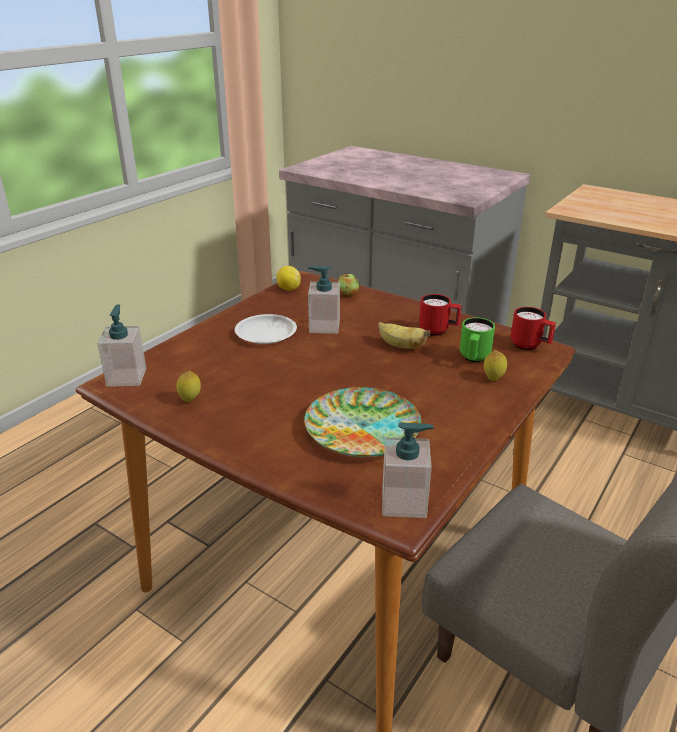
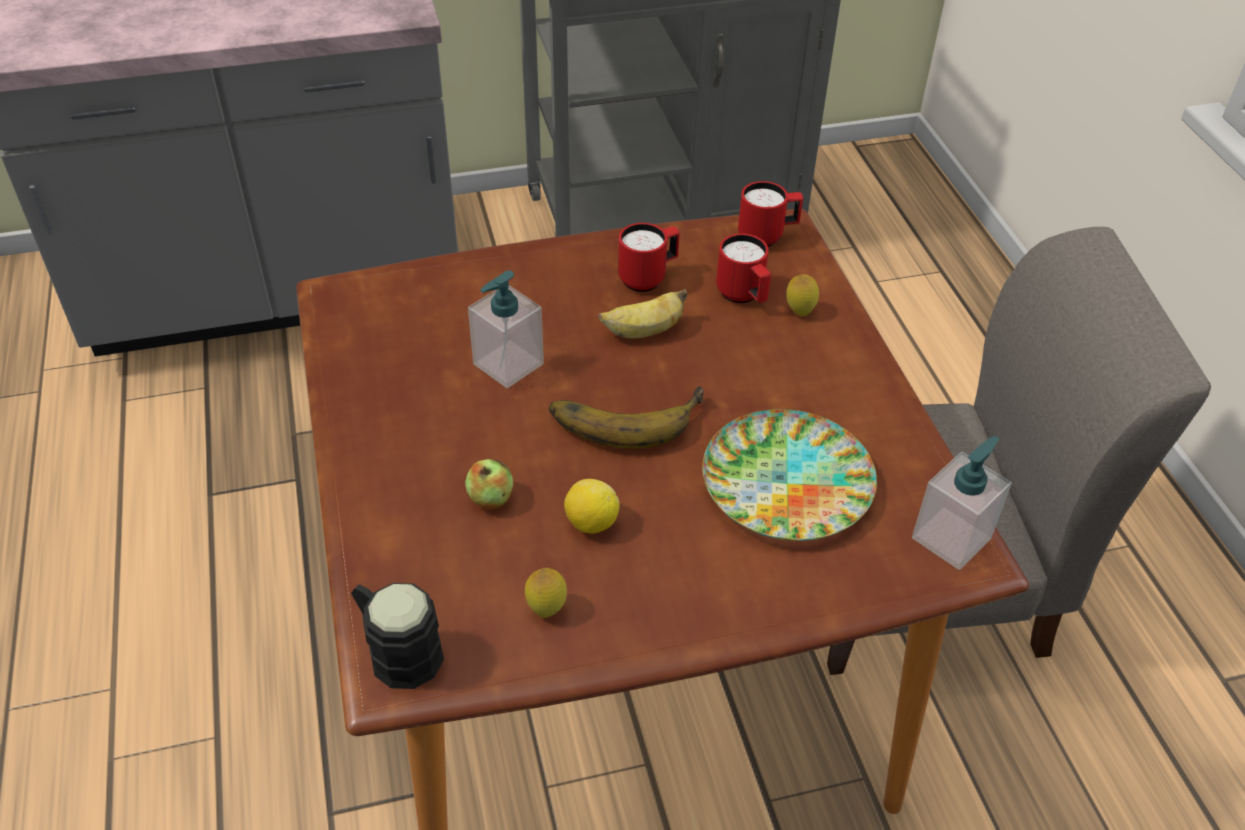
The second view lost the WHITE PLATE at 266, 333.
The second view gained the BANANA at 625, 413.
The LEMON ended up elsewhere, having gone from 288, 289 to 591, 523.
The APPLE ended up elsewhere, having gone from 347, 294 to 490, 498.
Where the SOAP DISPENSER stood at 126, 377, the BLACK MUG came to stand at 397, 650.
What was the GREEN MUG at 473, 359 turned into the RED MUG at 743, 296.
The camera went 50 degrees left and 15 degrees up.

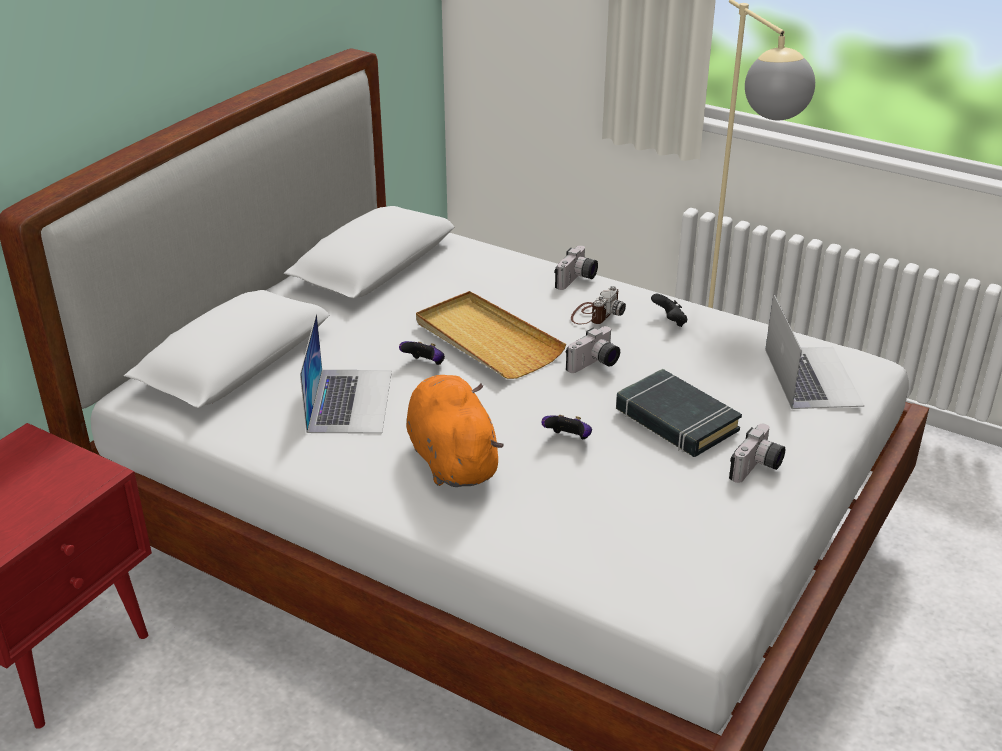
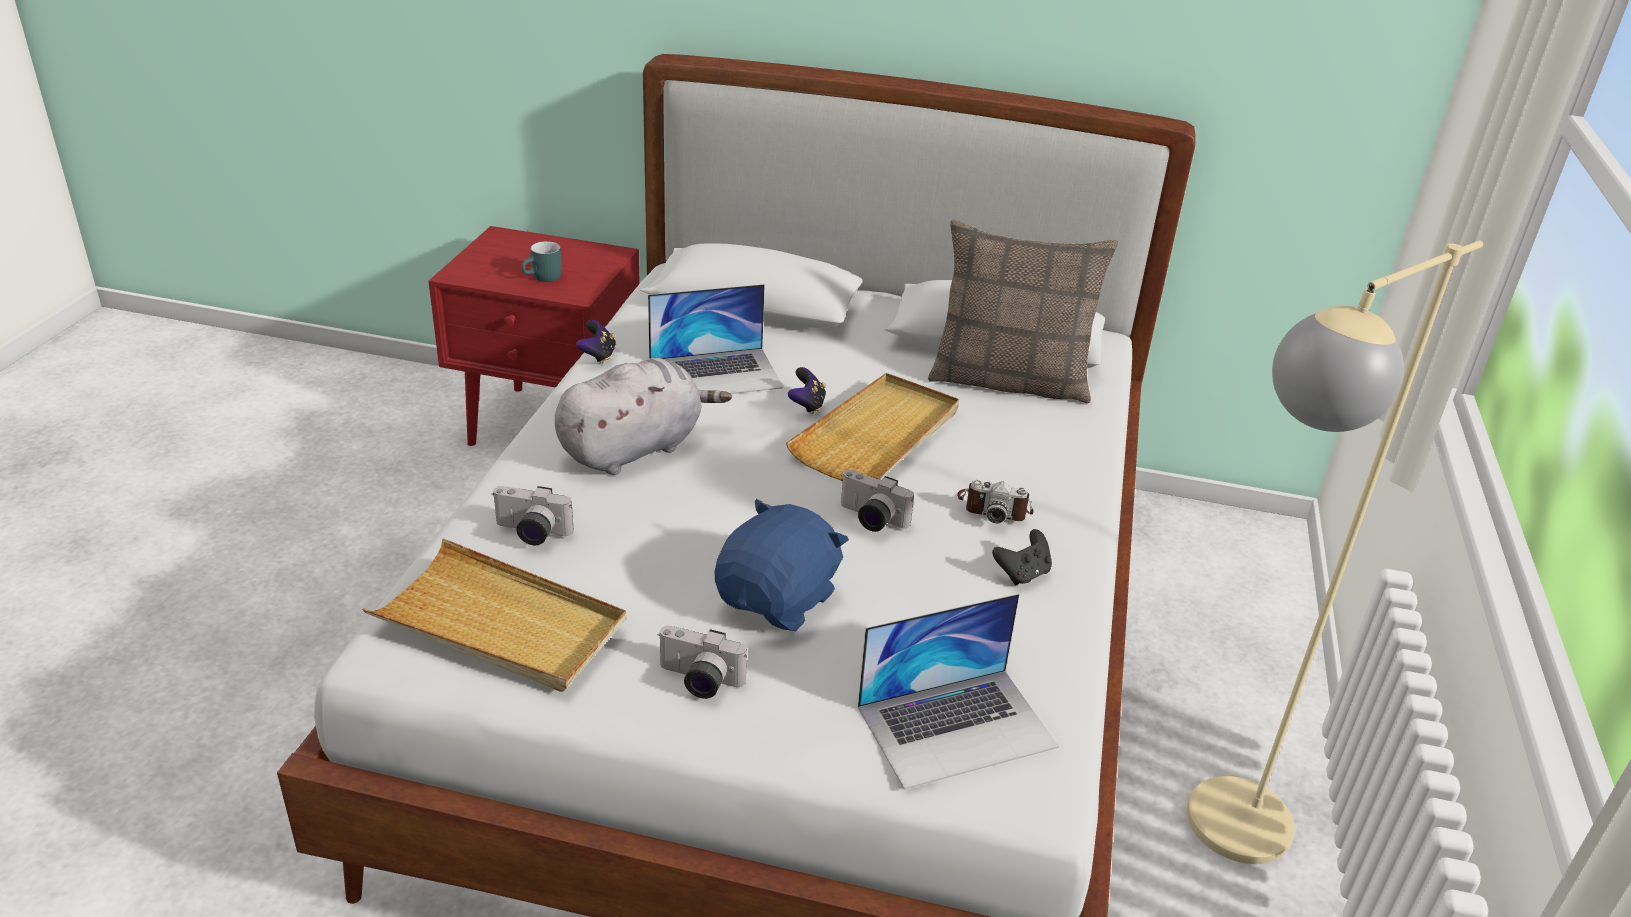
The second view gained the BEIGE TRAY at 500, 623.
The second view gained the TURQUOISE MUG at 543, 278.
The second view gained the PILLOW at 1010, 380.
The GAME CONTROLLER ended up elsewhere, having gone from 568, 439 to 598, 356.
The PHOTO CAMERA ended up elsewhere, having gone from 577, 280 to 530, 533.
Where the BLACK BOOK stood at 675, 420, the BLUE PLUSH TOY came to stand at 779, 600.
What was the ORANGE PLUSH TOY at 451, 458 turned into the GREY PLUSH TOY at 635, 448.
The camera went 70 degrees right and 0 degrees up.

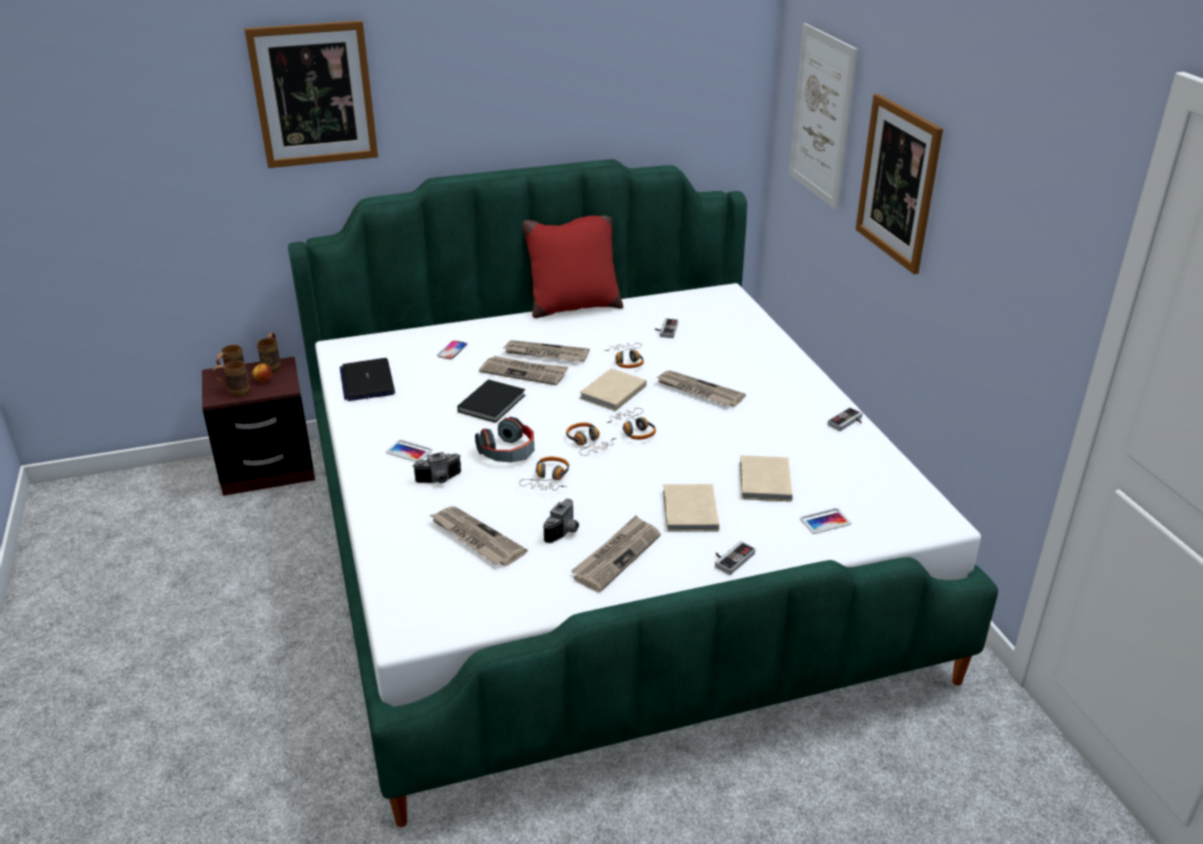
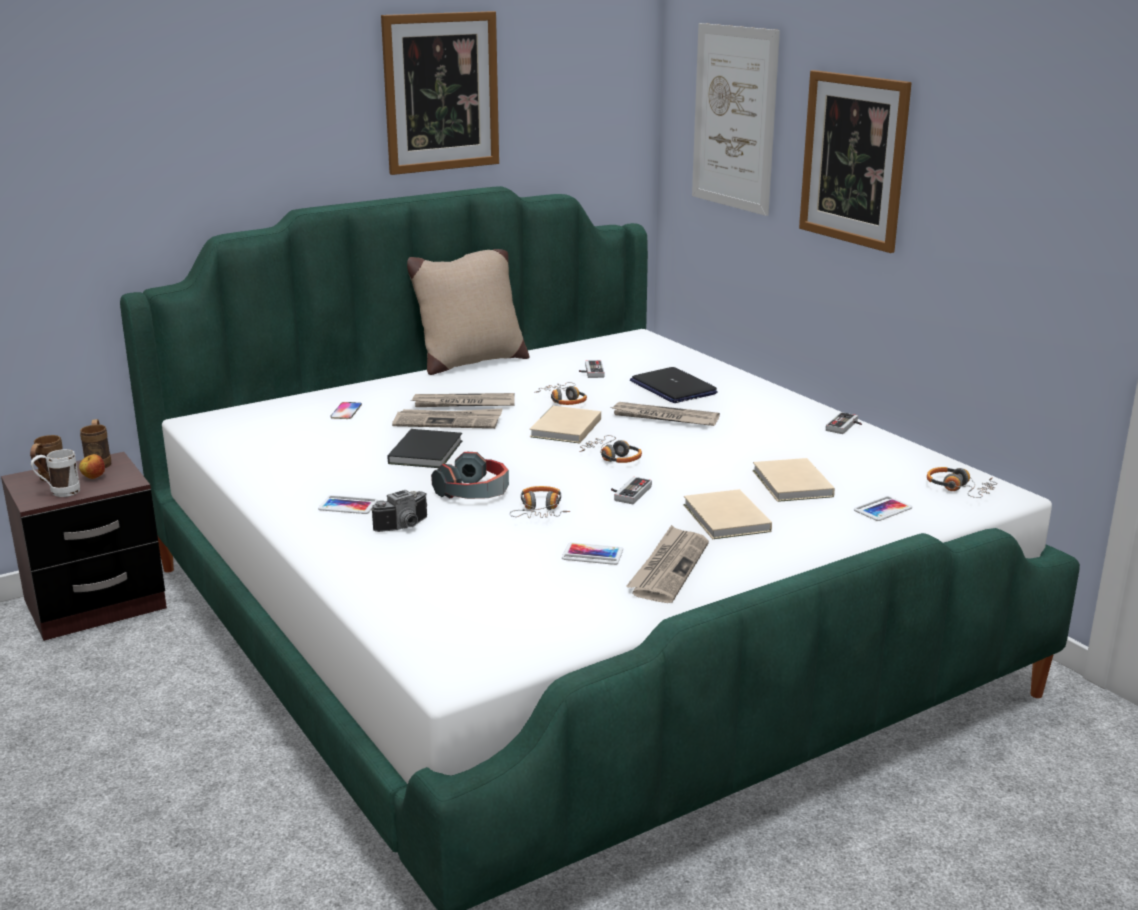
The second view lost the NEWSPAPER at 475, 538.
The PICTURE ended up elsewhere, having gone from 314, 95 to 441, 92.
The LAPTOP ended up elsewhere, having gone from 367, 381 to 672, 387.
The HEADPHONES ended up elsewhere, having gone from 588, 443 to 959, 489.
The GAME CONTROLLER ended up elsewhere, having gone from 731, 558 to 628, 492.
Where the PHOTO CAMERA stood at 565, 532, the PHONE came to stand at 592, 554.
What was the BROWN MUG at 234, 393 turned into the WHITE MUG at 59, 493.
What was the RED PILLOW at 573, 307 turned into the BEIGE PILLOW at 469, 362.
The camera went 15 degrees left and 10 degrees down.

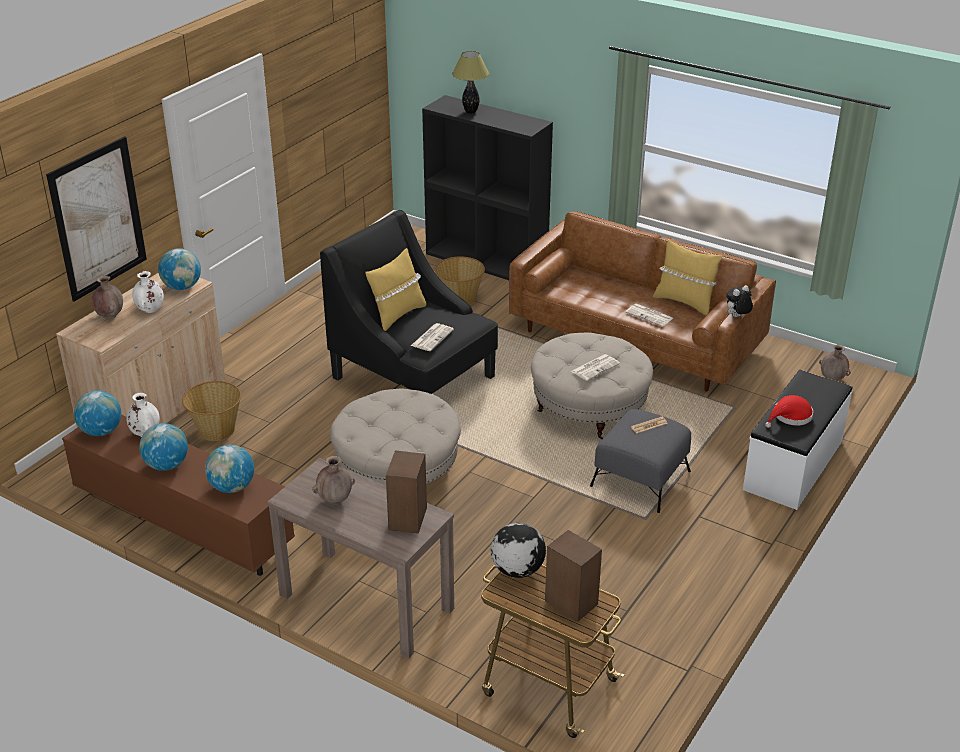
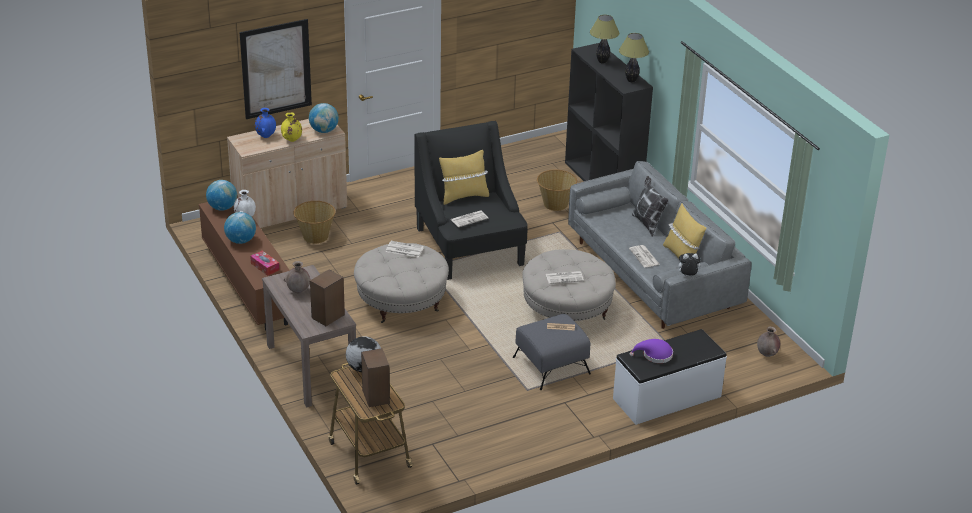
The second view gained the NEWSPAPER at 404, 249.
The second view gained the TABLE LAMP at 631, 80.
The second view gained the PILLOW at 647, 223.
Where the GLOBE stood at 232, 487, the TISSUE BOX came to stand at 265, 267.
What was the BROWN VASE at 110, 316 turned into the BLUE VASE at 266, 136.
What was the WHITE VASE at 150, 310 turned into the YELLOW VASE at 292, 140.
What was the BROWN SOFA at 636, 338 turned into the GREY SOFA at 652, 275.
What was the RED HAT at 790, 417 turned into the PURPLE HAT at 655, 355.
The camera went 30 degrees right and 0 degrees up.

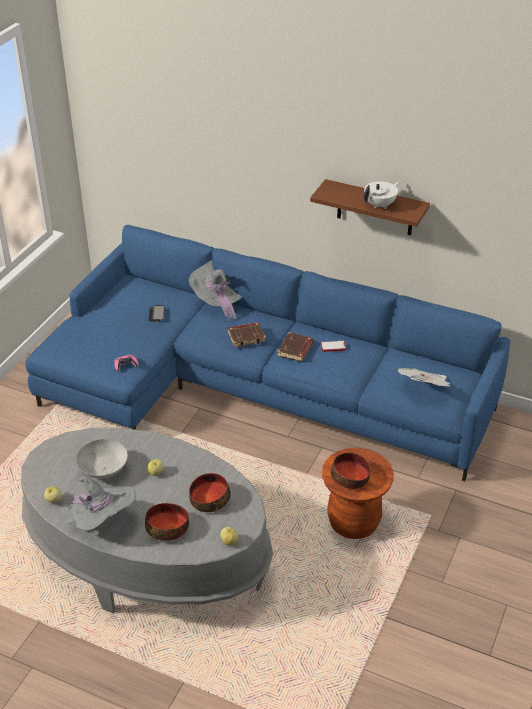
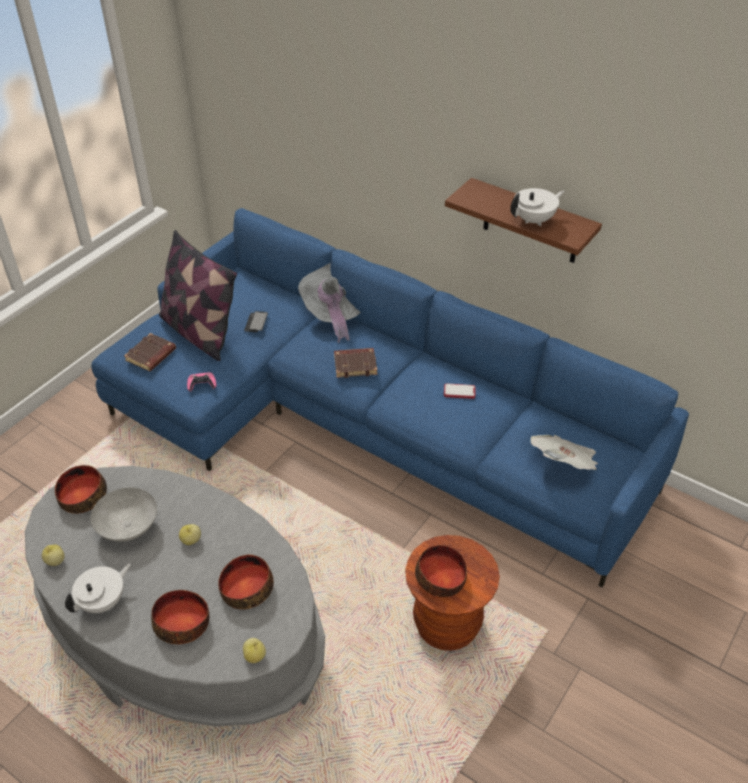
The second view gained the BOWL at 82, 496.
The second view gained the PILLOW at 199, 332.
The BROWN BOOK ended up elsewhere, having gone from 295, 350 to 151, 356.
Where the GREY HAT stood at 101, 522, the WHITE TEAPOT came to stand at 103, 601.
The camera went 10 degrees right and 5 degrees up.

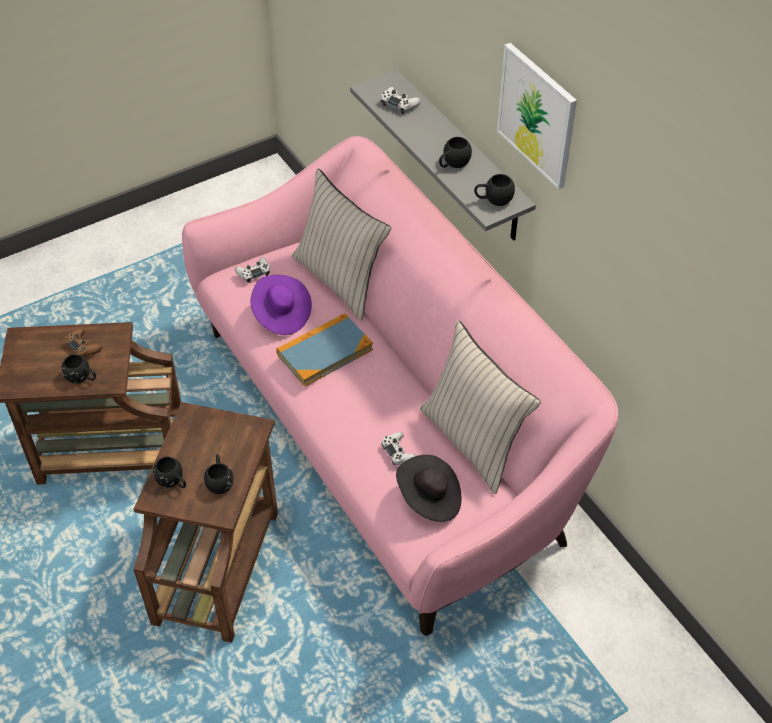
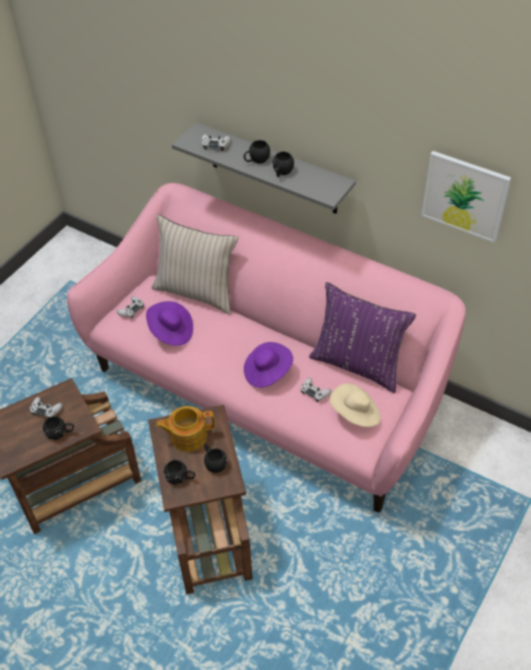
The second view lost the BOOK at 324, 352.
The second view gained the TEAPOT at 187, 436.
The second view gained the PURPLE HAT at 267, 372.
The BLACK MUG ended up elsewhere, having gone from 493, 199 to 256, 160.
The PICTURE ended up elsewhere, having gone from 537, 115 to 465, 196.
What was the BROWN GAME CONTROLLER at 83, 346 turned into the WHITE GAME CONTROLLER at 46, 410.
What was the BLACK HAT at 429, 499 turned into the BEIGE HAT at 355, 414.
What was the BEIGE PILLOW at 473, 441 turned into the PURPLE PILLOW at 358, 364.
The camera went 25 degrees left and 0 degrees up.

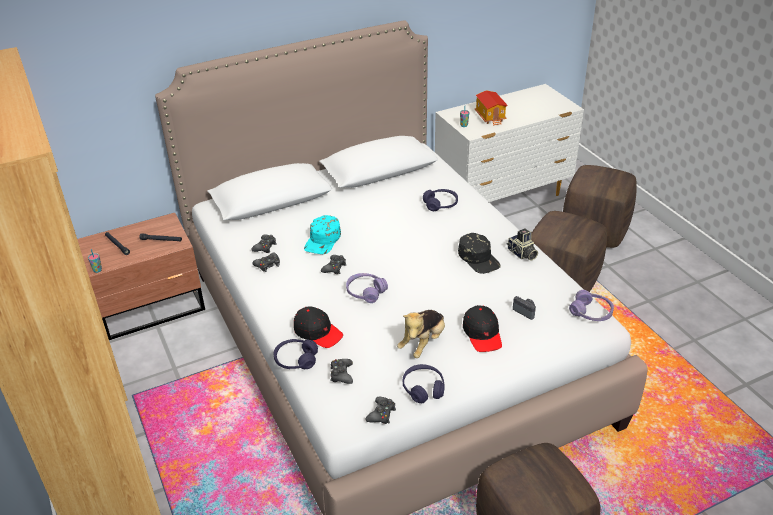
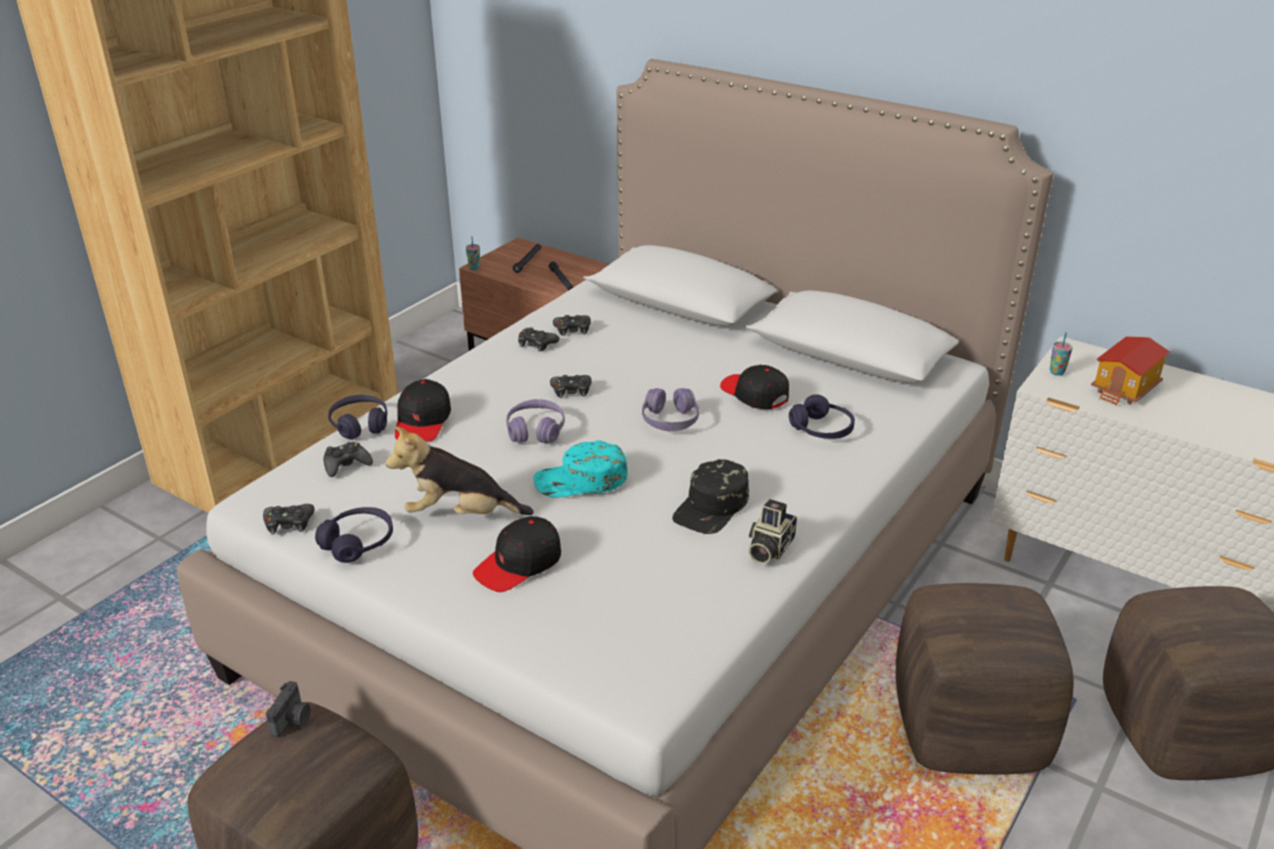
The second view gained the BLACK CAP at 754, 394.
The TURQUOISE CAP ended up elsewhere, having gone from 323, 240 to 581, 480.
The PHOTO CAMERA ended up elsewhere, having gone from 525, 311 to 293, 720.
The PURPLE HEADPHONES ended up elsewhere, having gone from 591, 312 to 670, 420.
The camera went 60 degrees right and 5 degrees down.

